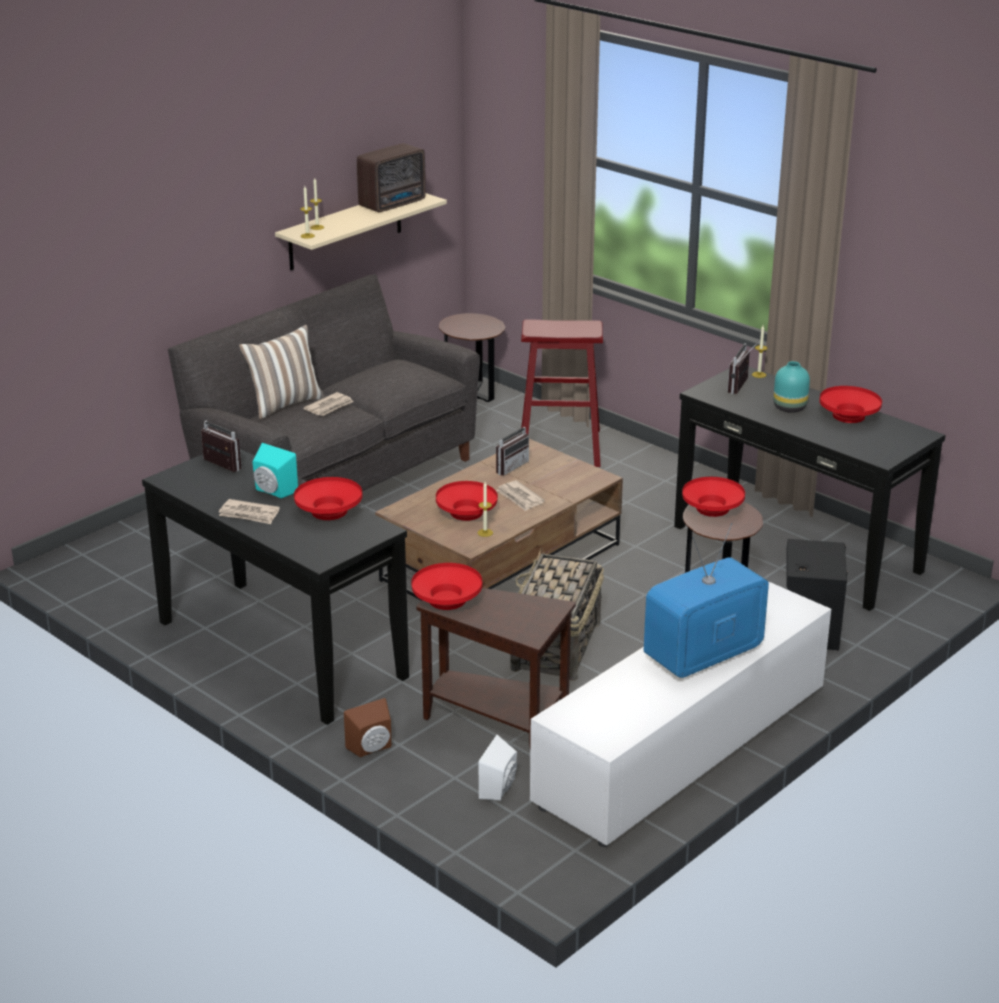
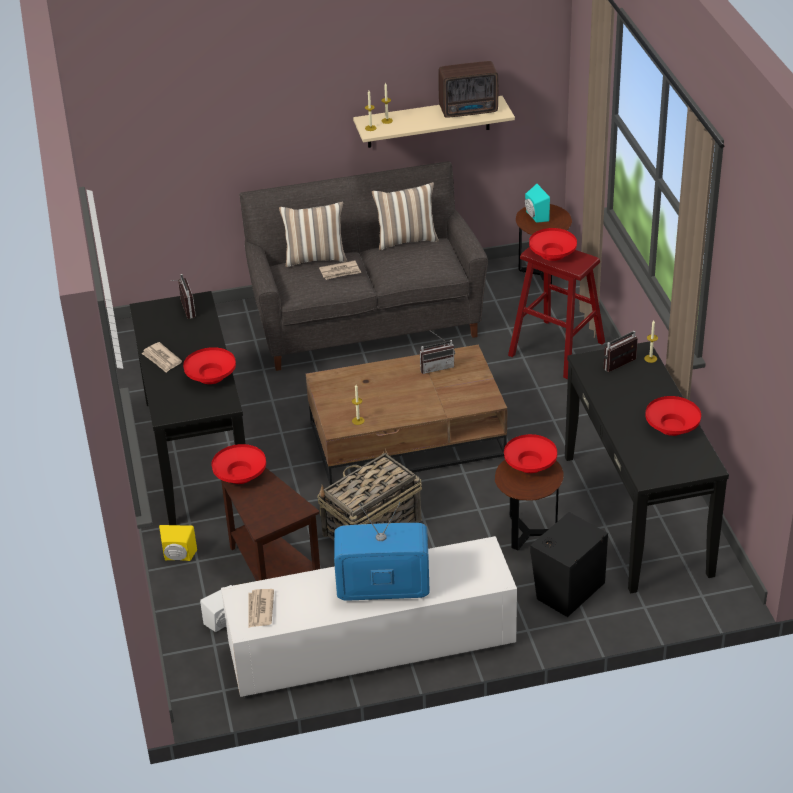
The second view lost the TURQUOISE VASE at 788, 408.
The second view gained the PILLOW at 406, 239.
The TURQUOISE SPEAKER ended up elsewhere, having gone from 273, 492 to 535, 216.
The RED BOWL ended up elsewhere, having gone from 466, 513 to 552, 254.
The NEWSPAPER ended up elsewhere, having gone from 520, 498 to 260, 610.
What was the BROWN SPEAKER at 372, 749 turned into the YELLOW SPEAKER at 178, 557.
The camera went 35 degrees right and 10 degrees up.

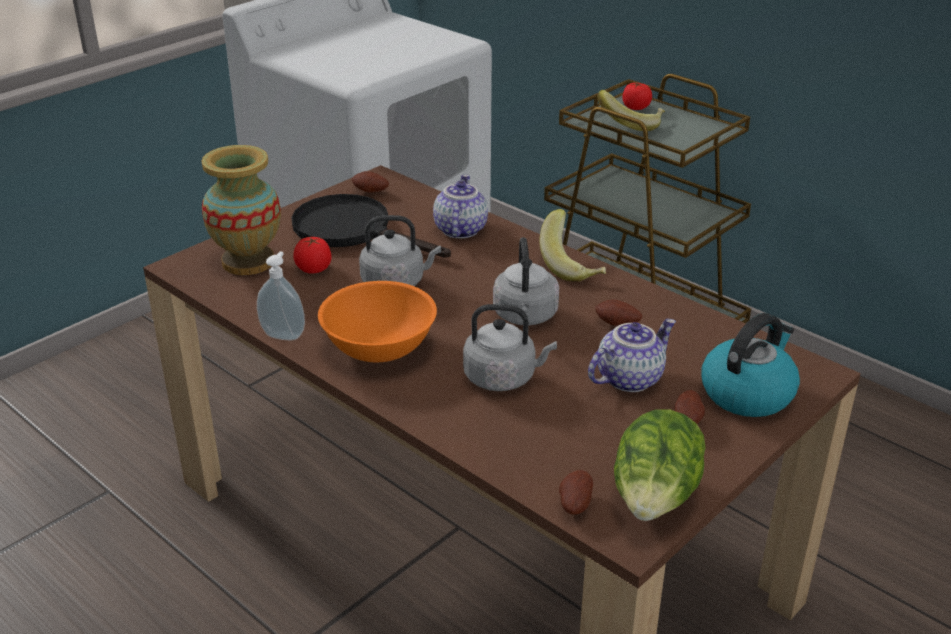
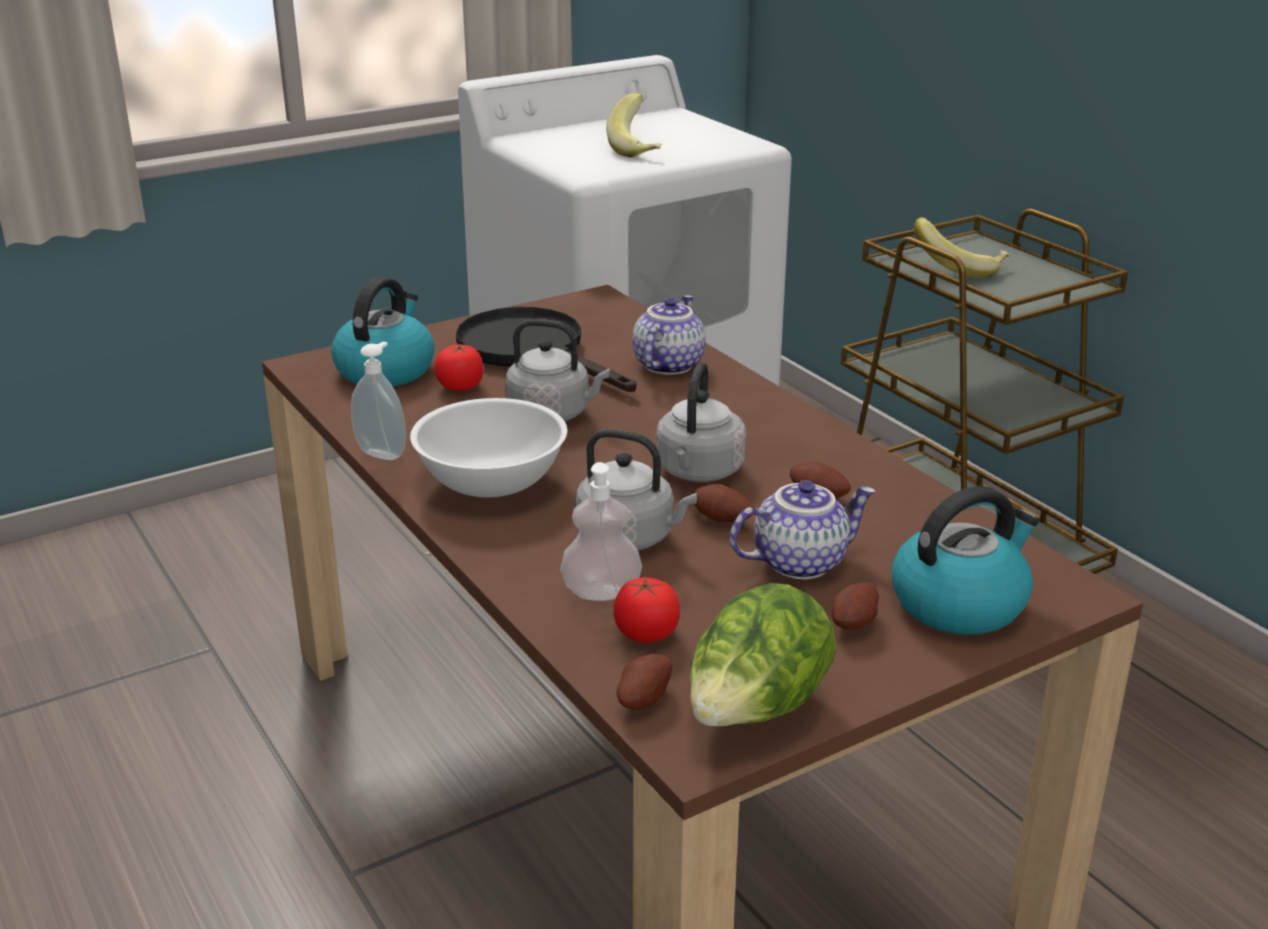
The second view gained the SOAP DISPENSER at 601, 592.
The POTATO ended up elsewhere, having gone from 370, 192 to 720, 521.
The BANANA ended up elsewhere, having gone from 573, 266 to 639, 149.
The TOMATO ended up elsewhere, having gone from 636, 107 to 646, 633.
Where the VASE stood at 248, 262, the KETTLE came to stand at 385, 370.
What was the ORANGE BOWL at 380, 346 turned into the WHITE BOWL at 492, 481.
The camera went 15 degrees right and 5 degrees down.

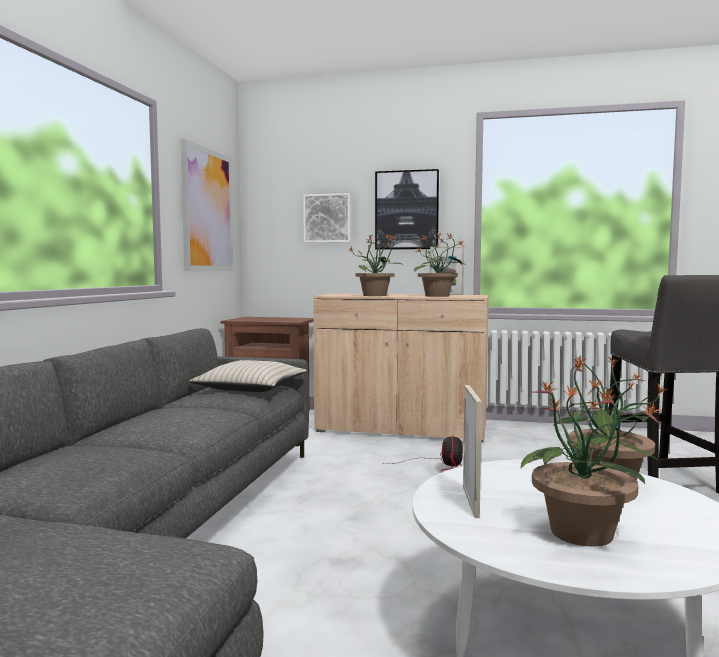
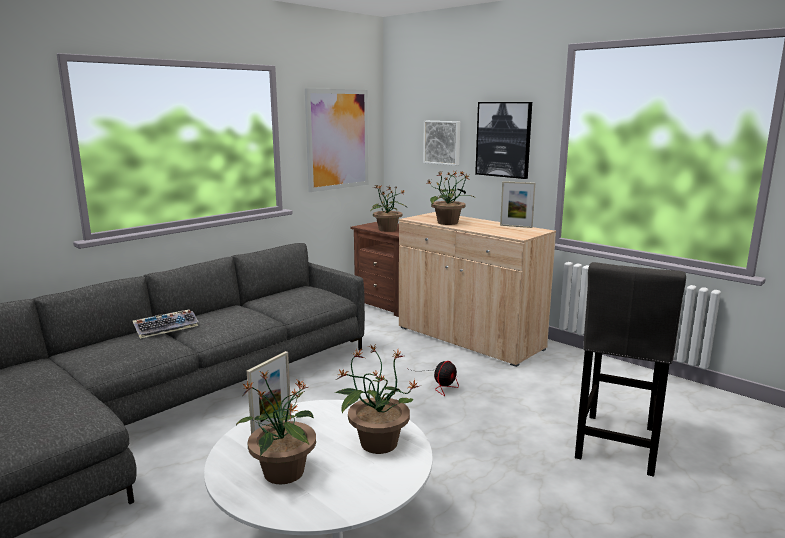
The second view lost the BEIGE PILLOW at 250, 388.
The second view gained the KEYBOARD at 167, 328.
The POTTED PLANT ended up elsewhere, having gone from 438, 296 to 387, 230.
The camera went 30 degrees right and 10 degrees up.

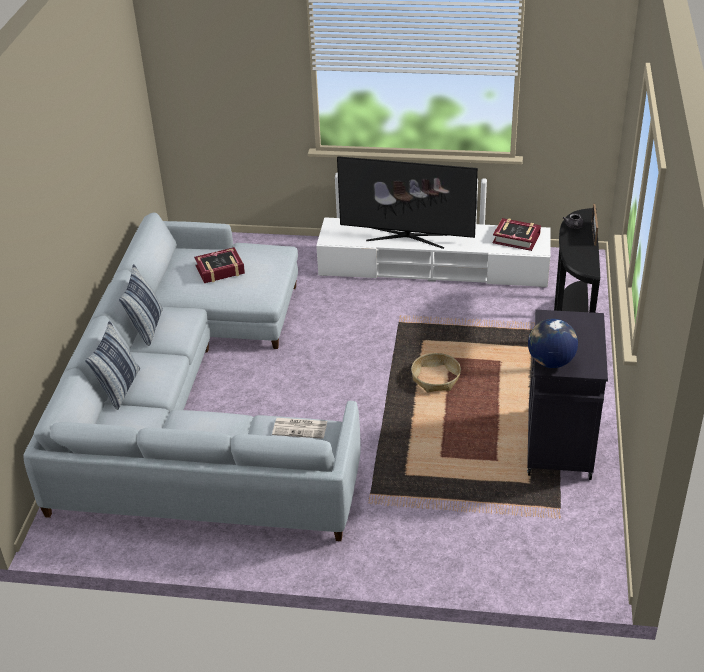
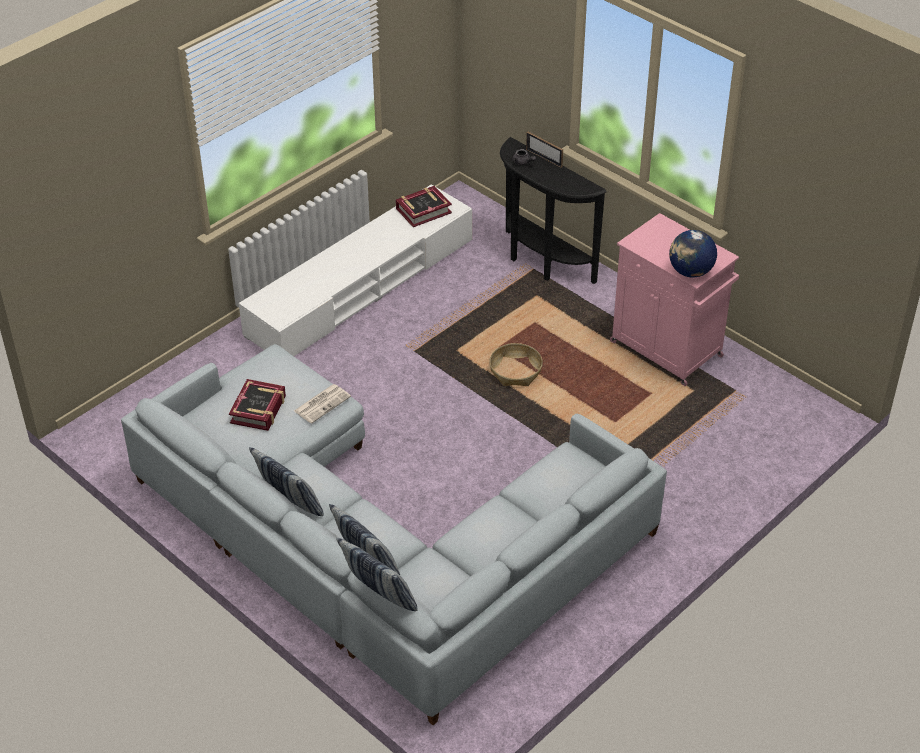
The second view lost the TELEVISION at 406, 237.
The second view gained the PILLOW at 379, 598.
The NEWSPAPER ended up elsewhere, having gone from 300, 428 to 322, 403.
What was the BLACK CABINET at 559, 445 turned into the PINK CABINET at 668, 350.
The camera went 55 degrees left and 5 degrees up.

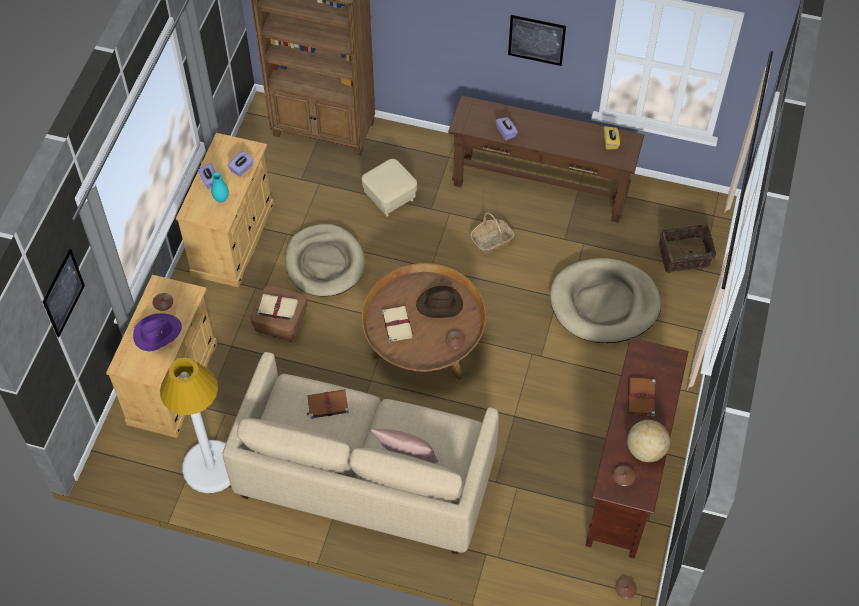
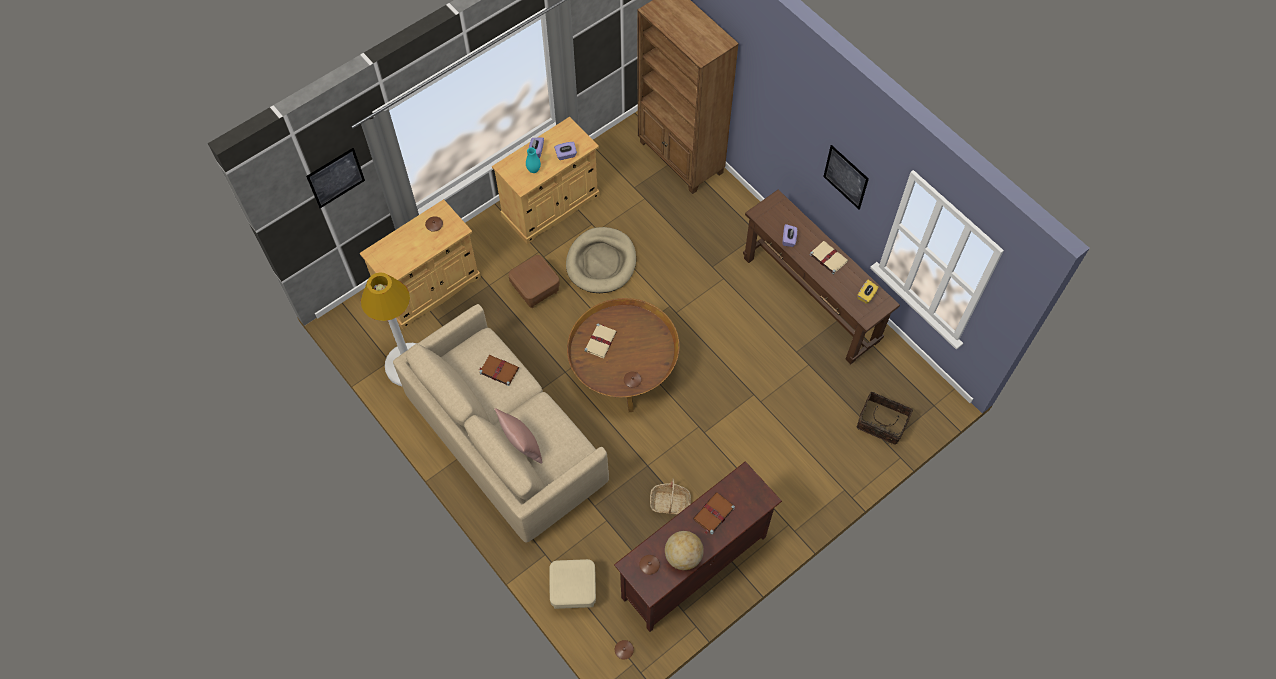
The second view lost the PURPLE HAT at 157, 333.
The second view lost the BROWN HAT at 440, 305.
The second view lost the BEIGE DOG BED at 604, 303.
The BEIGE BOOK ended up elsewhere, having gone from 277, 308 to 828, 257.
The BEIGE OTTOMAN ended up elsewhere, having gone from 390, 197 to 573, 590.
The BASKET ended up elsewhere, having gone from 492, 240 to 670, 503.
The camera went 35 degrees right and 5 degrees up.

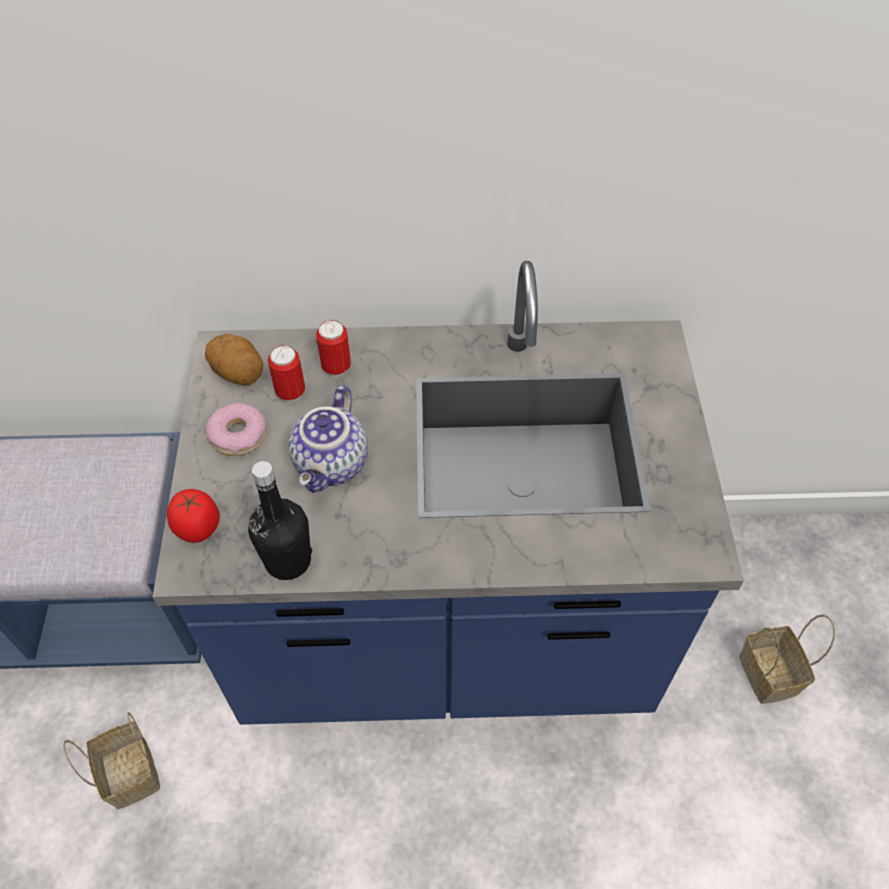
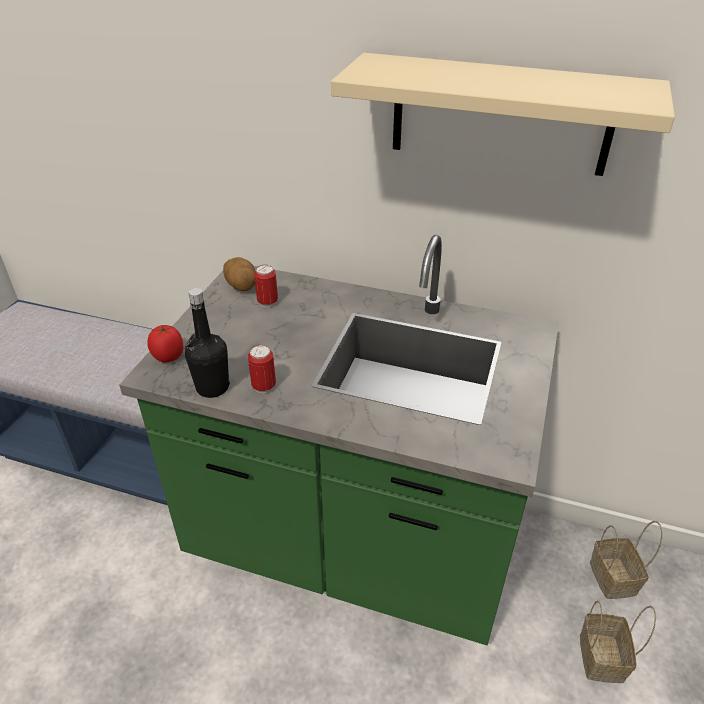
The second view lost the DONUT at 238, 435.
The second view lost the TEAPOT at 333, 464.
The second view gained the BEIGE SHELF at 500, 115.
The BASKET ended up elsewhere, having gone from 133, 774 to 614, 579.
The CAN ended up elsewhere, having gone from 336, 367 to 264, 386.
What was the BLUE COUNTER at 444, 633 turned into the GREEN COUNTER at 352, 544.
The camera went 20 degrees right and 15 degrees down.

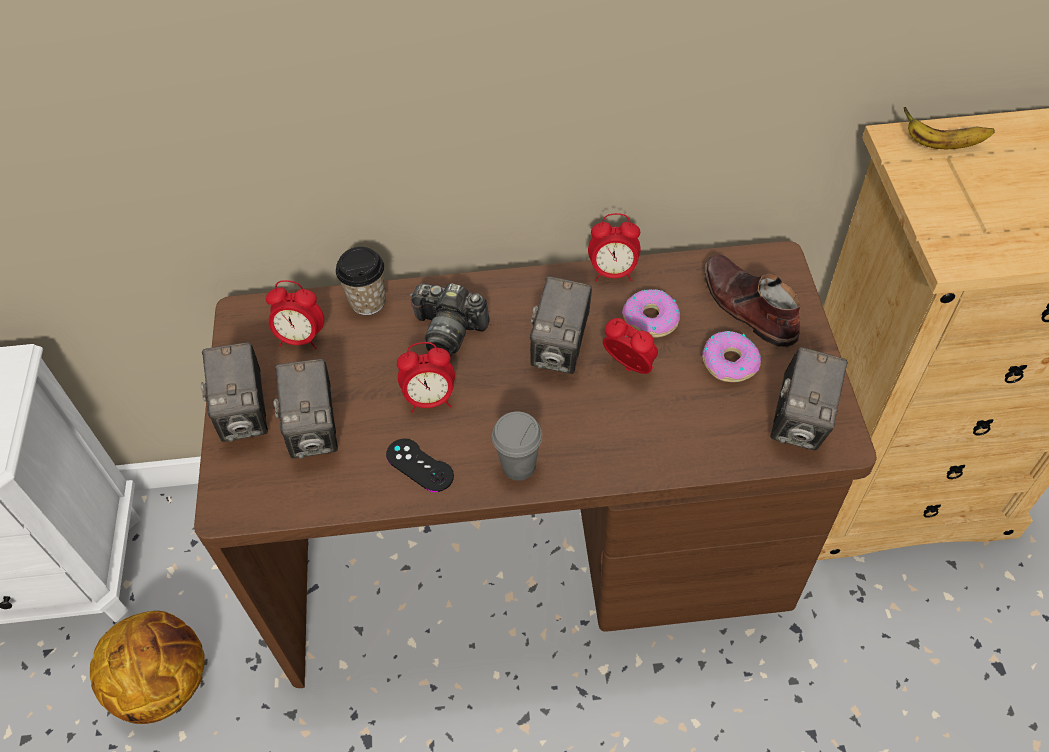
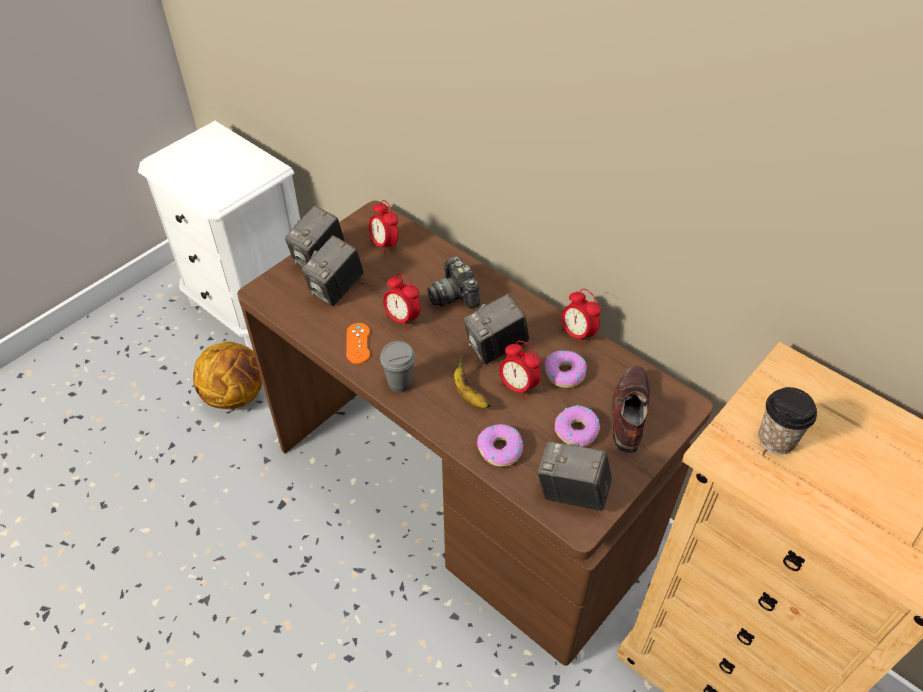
The second view gained the DONUT at 500, 449.
The CUP ended up elsewhere, having gone from 368, 301 to 776, 439.
The BANANA ended up elsewhere, having gone from 941, 145 to 468, 394.
What was the BLACK GAME CONTROLLER at 419, 465 turned into the ORANGE GAME CONTROLLER at 358, 343.
The ALARM CLOCK at 629, 368 ended up facing another way, 135 degrees clockwise from before.
The PHOTO CAMERA at 800, 422 ended up facing another way, 45 degrees clockwise from before.
The camera went 45 degrees right and 5 degrees down.

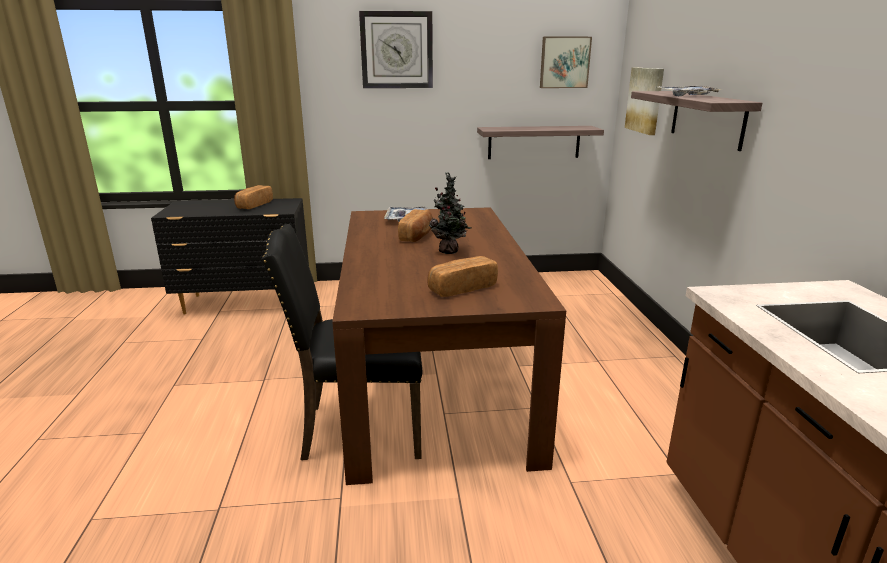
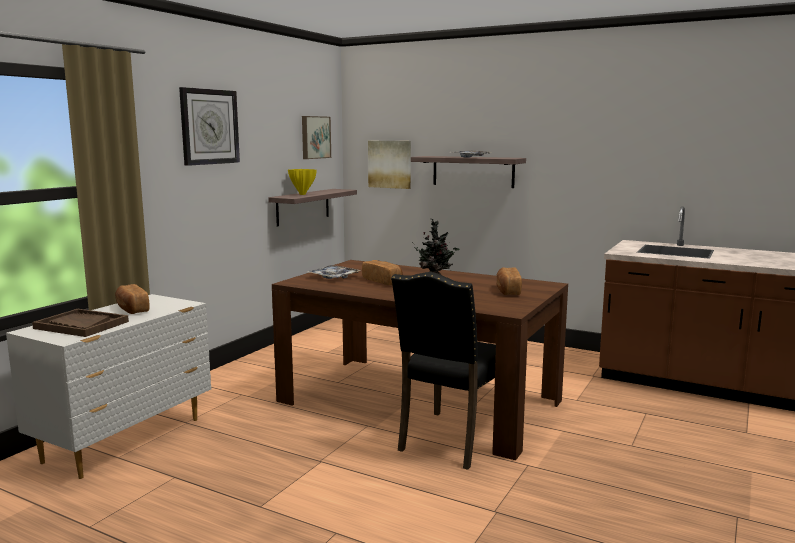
The second view gained the BROWN TRAY at 81, 325.
The second view gained the YELLOW VASE at 302, 194.
What was the BLACK DRESSER at 246, 303 turned into the WHITE DRESSER at 126, 440.
The camera went 55 degrees left and 10 degrees down.

